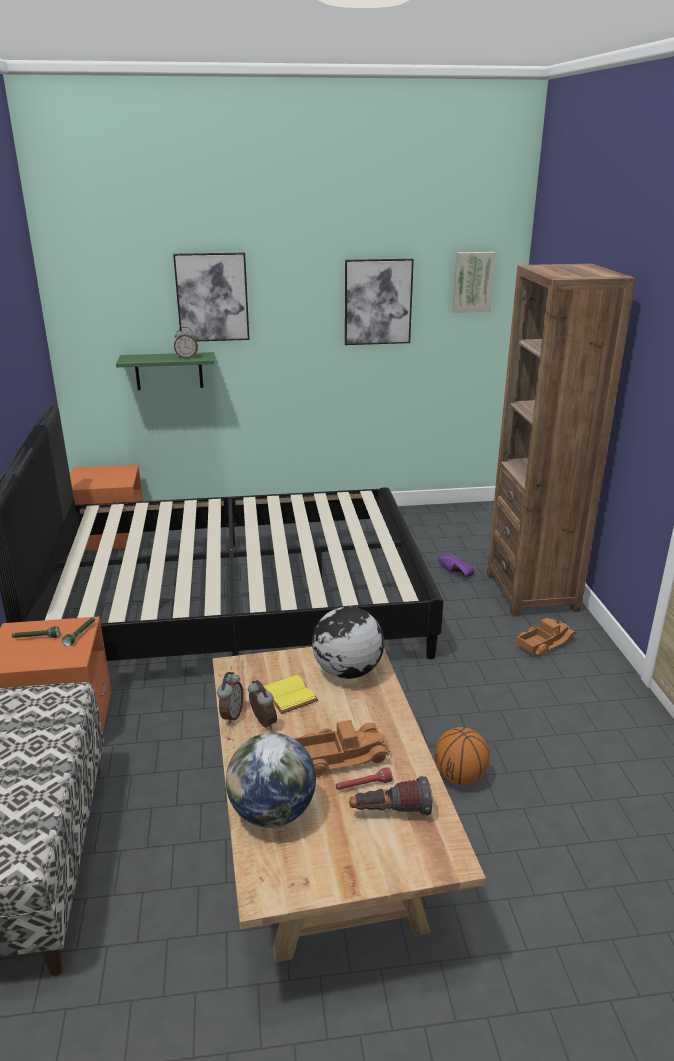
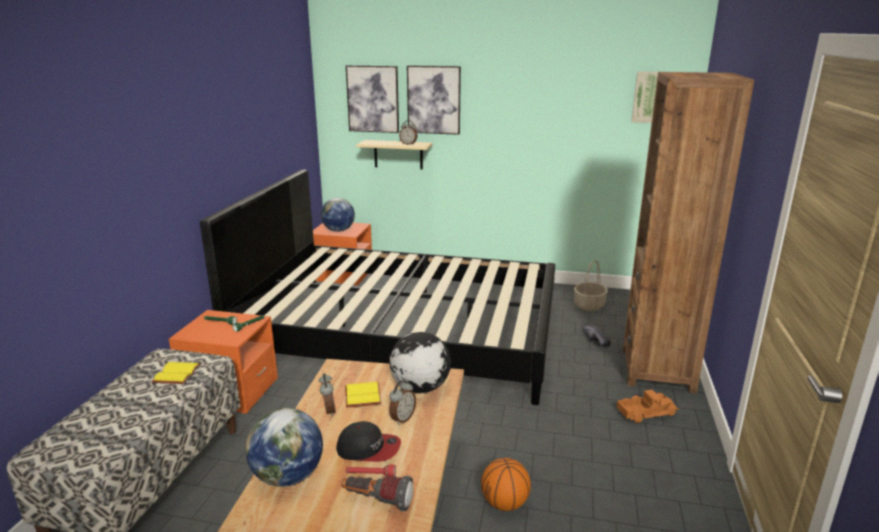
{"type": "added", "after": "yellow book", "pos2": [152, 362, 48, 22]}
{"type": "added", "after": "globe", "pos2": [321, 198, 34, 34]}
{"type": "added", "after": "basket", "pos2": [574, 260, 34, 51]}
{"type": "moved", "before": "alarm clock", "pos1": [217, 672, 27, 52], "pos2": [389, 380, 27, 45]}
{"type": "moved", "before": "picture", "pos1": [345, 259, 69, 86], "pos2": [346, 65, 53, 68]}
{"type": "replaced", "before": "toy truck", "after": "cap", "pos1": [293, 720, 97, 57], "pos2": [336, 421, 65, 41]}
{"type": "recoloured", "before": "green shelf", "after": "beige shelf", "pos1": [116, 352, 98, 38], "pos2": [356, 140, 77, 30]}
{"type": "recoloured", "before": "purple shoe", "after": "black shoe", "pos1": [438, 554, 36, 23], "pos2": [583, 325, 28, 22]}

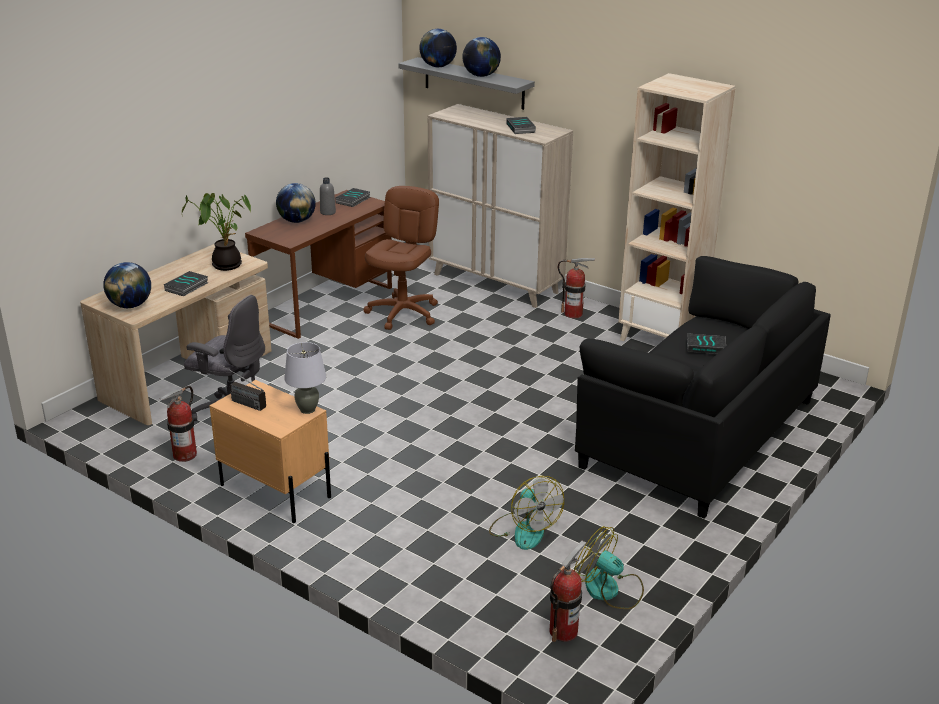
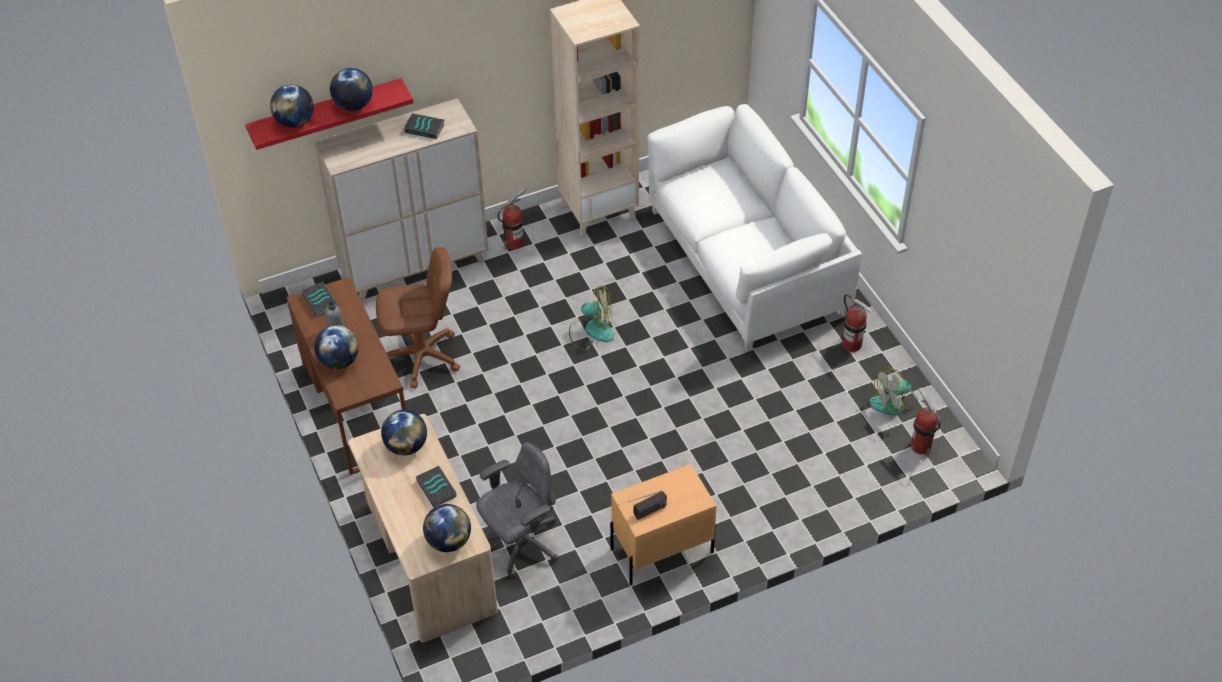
{"type": "removed", "before": "grey table lamp", "pos1": [284, 342, 42, 72]}
{"type": "removed", "before": "book", "pos1": [687, 333, 39, 21]}
{"type": "moved", "before": "fire extinguisher", "pos1": [159, 386, 38, 76], "pos2": [842, 294, 31, 58]}
{"type": "moved", "before": "fan", "pos1": [489, 476, 75, 74], "pos2": [569, 285, 45, 66]}
{"type": "replaced", "before": "potted plant", "after": "globe", "pos1": [182, 193, 69, 78], "pos2": [381, 410, 46, 45]}
{"type": "recoloured", "before": "grey shelf", "after": "red shelf", "pos1": [398, 57, 137, 53], "pos2": [245, 78, 169, 72]}
{"type": "recoloured", "before": "black sofa", "after": "white sofa", "pos1": [575, 256, 256, 263], "pos2": [647, 104, 215, 248]}
{"type": "turned", "before": "brown office chair", "pos1": [363, 186, 76, 144], "pos2": [376, 247, 84, 141], "turn": 120}

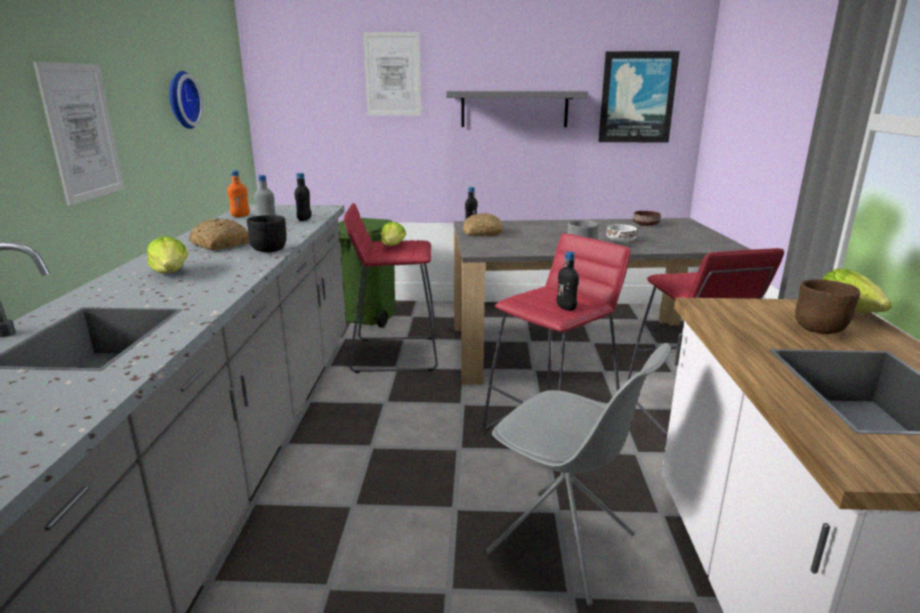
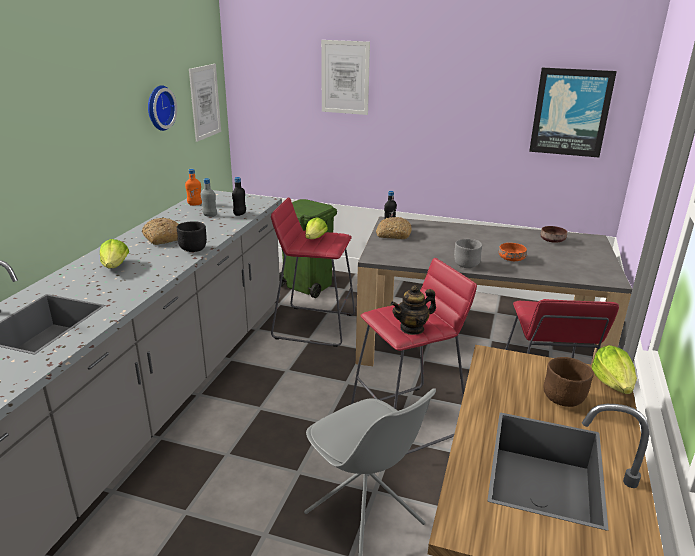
{"type": "removed", "before": "grey shelf", "pos1": [446, 91, 142, 36]}
{"type": "moved", "before": "picture", "pos1": [33, 62, 91, 143], "pos2": [189, 64, 32, 78]}
{"type": "replaced", "before": "black bottle", "after": "teapot", "pos1": [557, 252, 22, 59], "pos2": [391, 285, 45, 50]}
{"type": "recoloured", "before": "white bowl", "after": "orange bowl", "pos1": [607, 224, 30, 18], "pos2": [499, 243, 28, 18]}

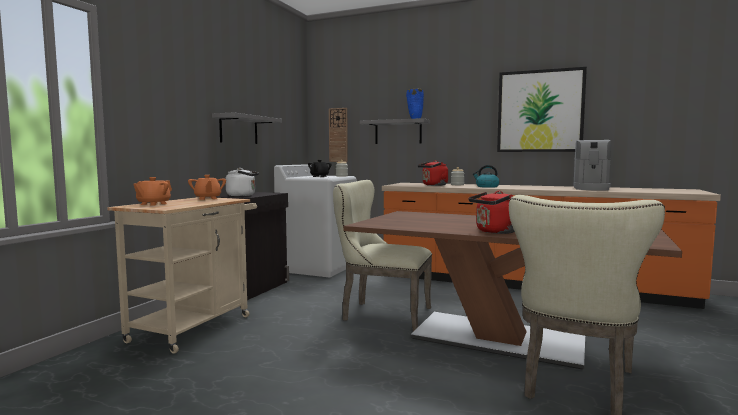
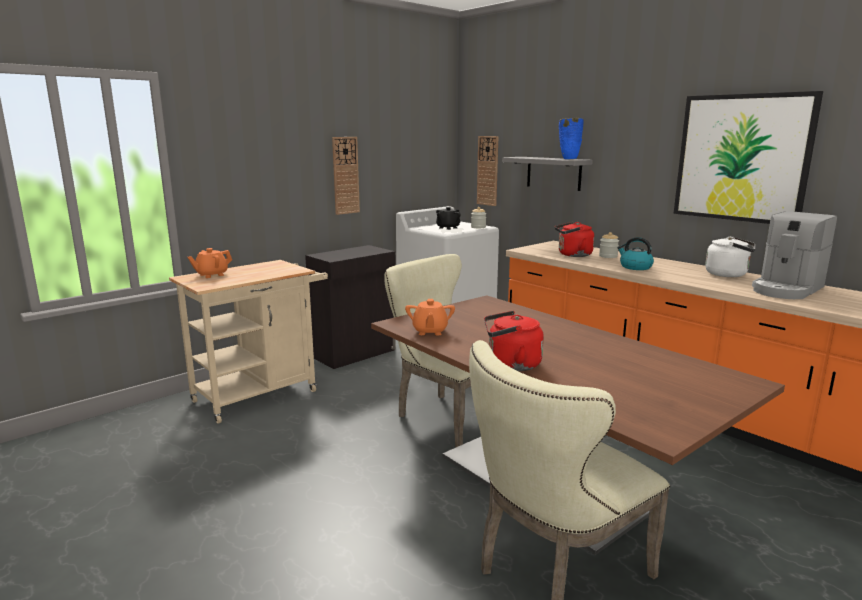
{"type": "moved", "before": "orange teapot", "pos1": [188, 175, 38, 25], "pos2": [405, 299, 50, 36]}
{"type": "moved", "before": "white kettle", "pos1": [226, 168, 33, 28], "pos2": [705, 236, 50, 41]}
{"type": "replaced", "before": "grey shelf", "after": "wall clock", "pos1": [212, 112, 70, 32], "pos2": [332, 137, 28, 78]}

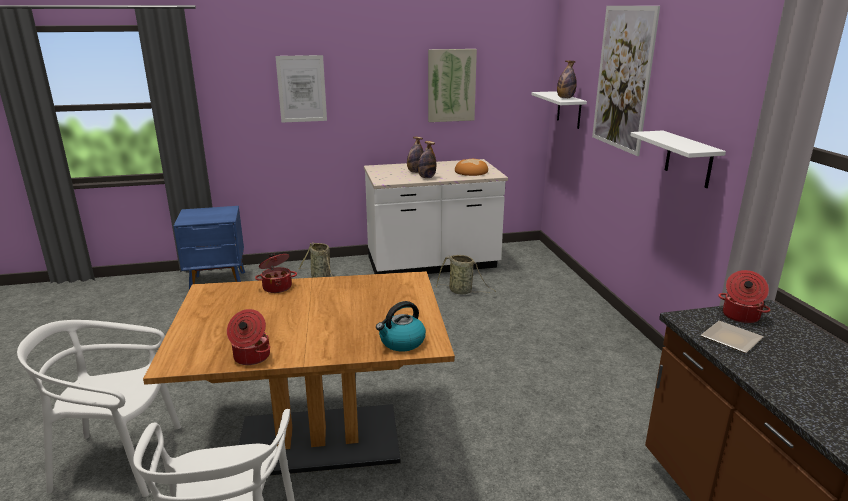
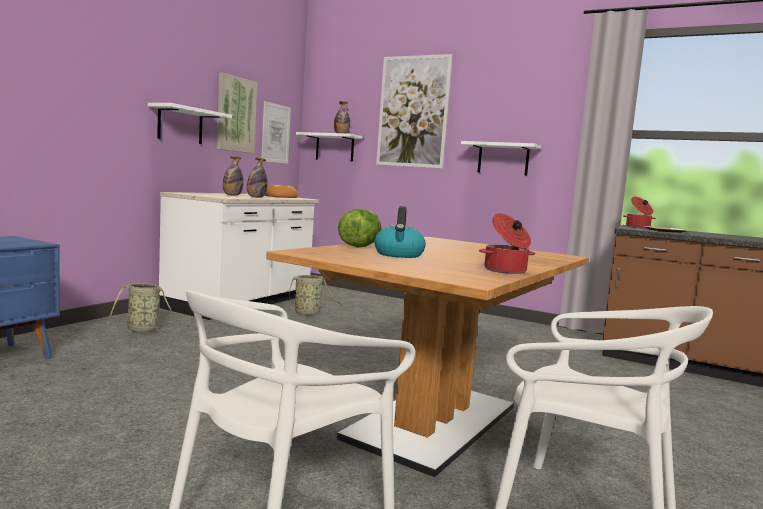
{"type": "added", "after": "white shelf", "pos2": [148, 103, 84, 41]}
{"type": "moved", "before": "picture", "pos1": [275, 55, 52, 68], "pos2": [261, 101, 30, 63]}
{"type": "moved", "before": "kettle", "pos1": [376, 301, 50, 50], "pos2": [374, 206, 52, 52]}
{"type": "replaced", "before": "cooking pot", "after": "lettuce", "pos1": [255, 253, 42, 40], "pos2": [338, 208, 43, 40]}

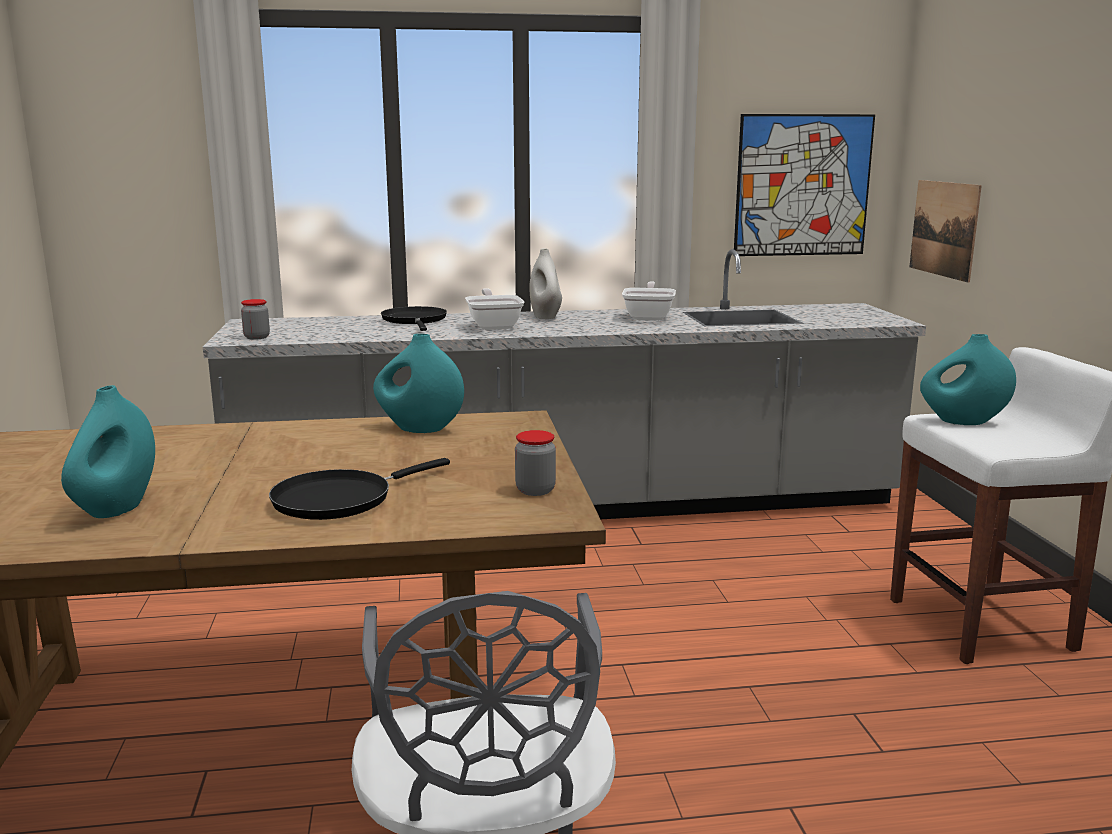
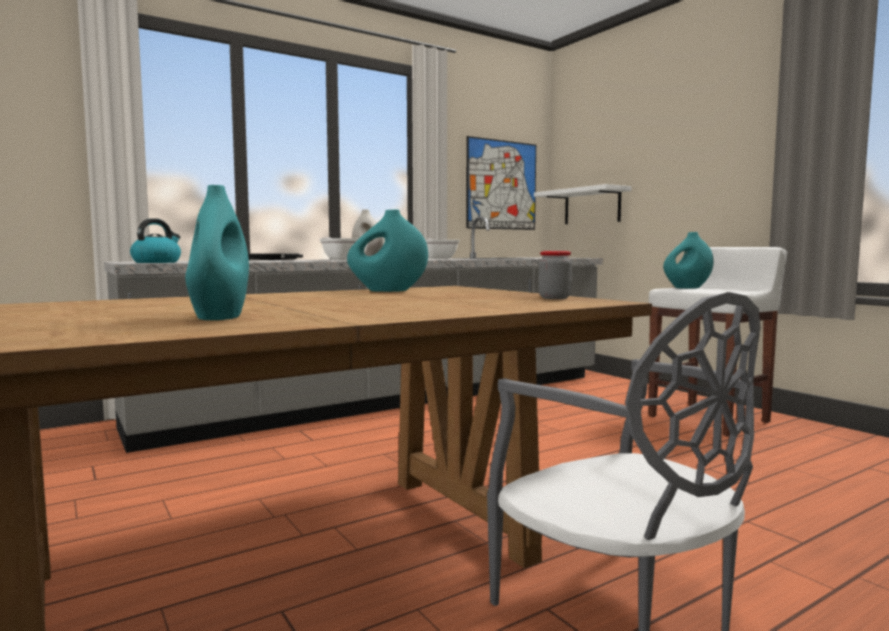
{"type": "removed", "before": "black frying pan", "pos1": [269, 458, 181, 62]}
{"type": "replaced", "before": "jar", "after": "kettle", "pos1": [241, 299, 29, 41], "pos2": [130, 218, 51, 45]}
{"type": "replaced", "before": "picture", "after": "white shelf", "pos1": [909, 180, 73, 103], "pos2": [534, 184, 98, 40]}

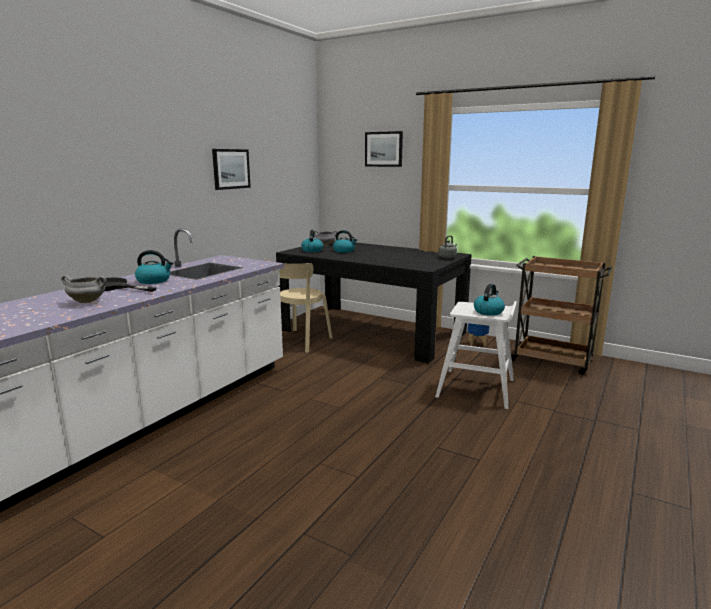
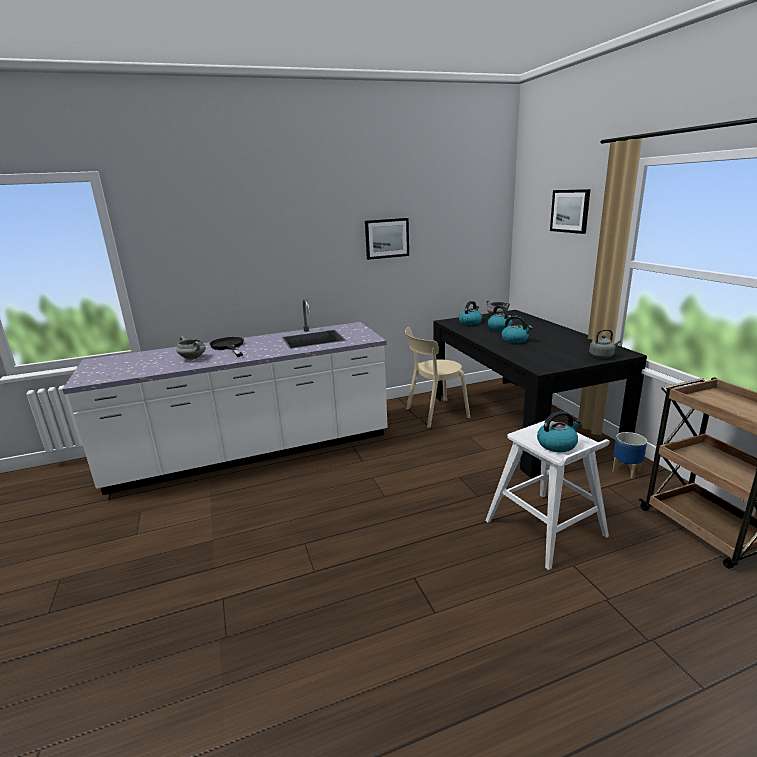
{"type": "moved", "before": "kettle", "pos1": [135, 250, 38, 34], "pos2": [502, 316, 31, 27]}

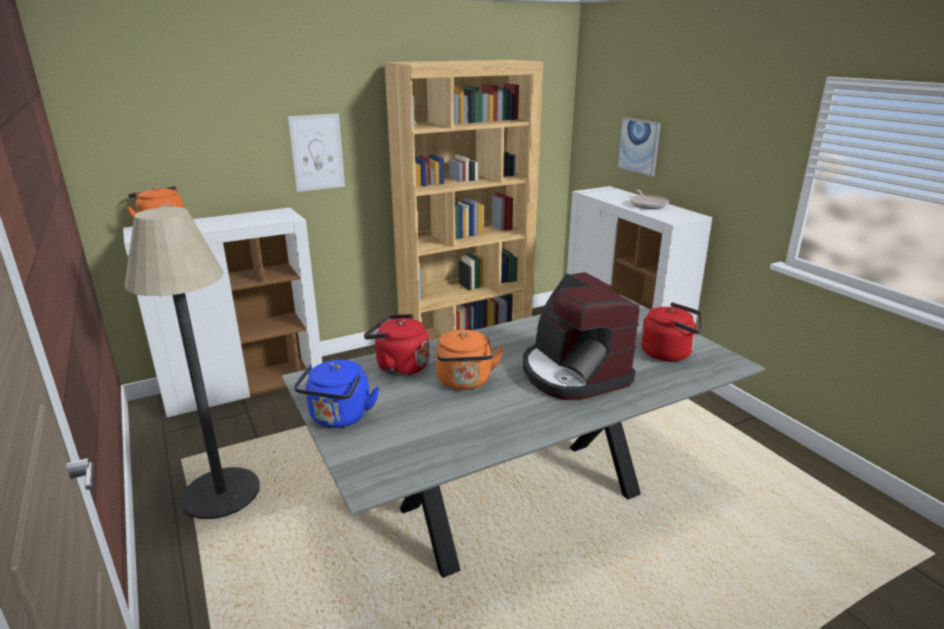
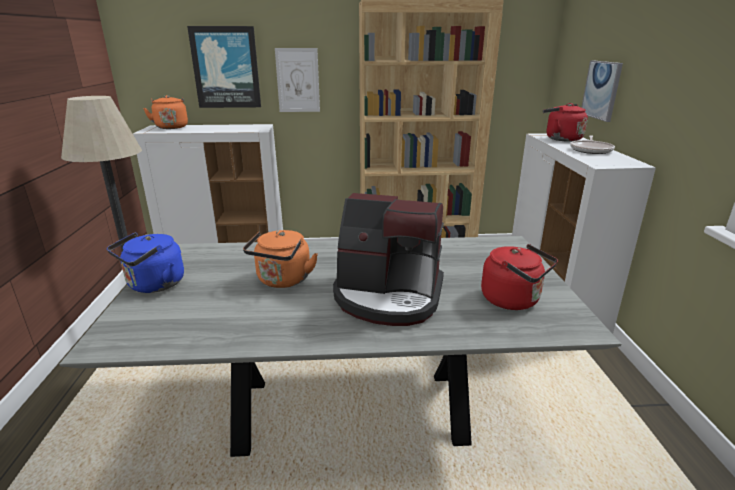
{"type": "added", "after": "picture", "pos2": [187, 26, 74, 82]}
{"type": "moved", "before": "red kettle", "pos1": [364, 314, 65, 62], "pos2": [543, 103, 45, 39]}
{"type": "turned", "before": "coffee machine", "pos1": [523, 272, 116, 128], "pos2": [333, 193, 111, 133], "turn": -75}

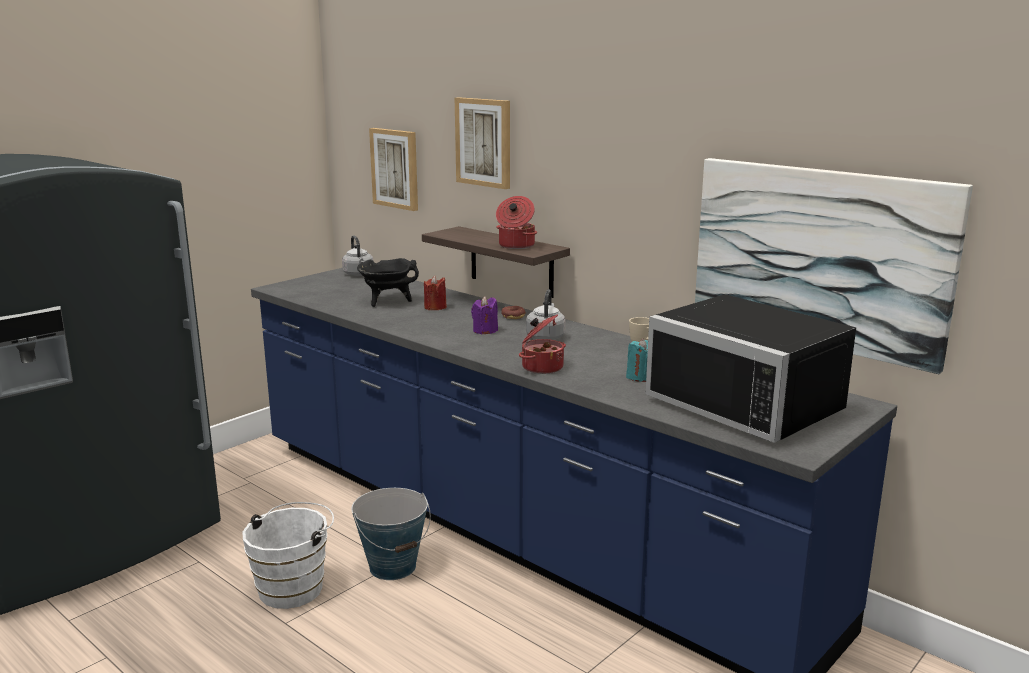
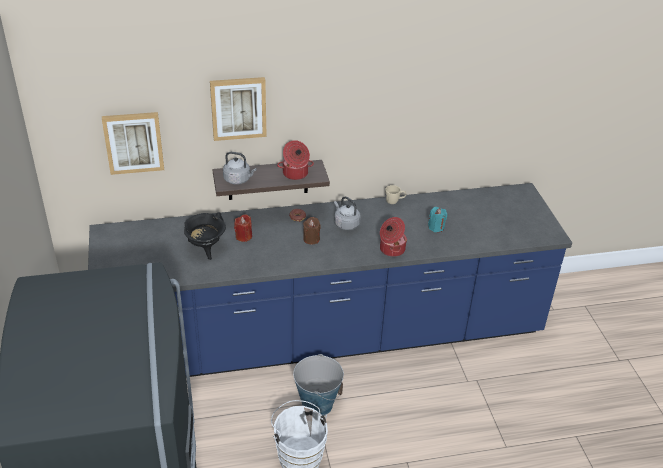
{"type": "removed", "before": "black microwave", "pos1": [646, 294, 210, 149]}
{"type": "removed", "before": "picture", "pos1": [695, 158, 278, 216]}
{"type": "moved", "before": "grey kettle", "pos1": [342, 235, 32, 41], "pos2": [223, 152, 33, 33]}
{"type": "recoloured", "before": "purple candle", "after": "brown candle", "pos1": [471, 296, 27, 38], "pos2": [303, 217, 18, 27]}

